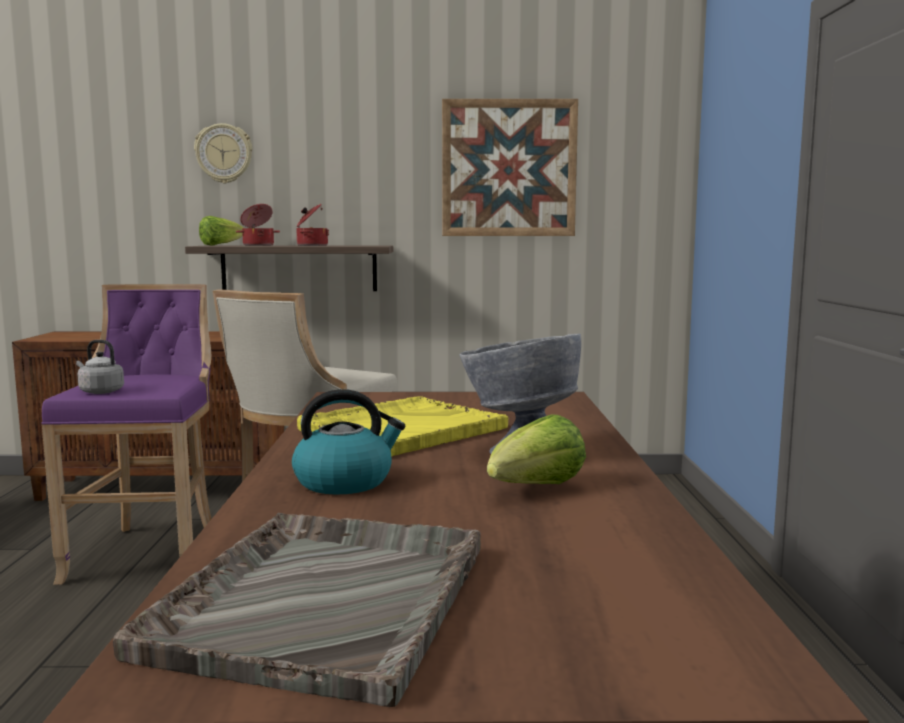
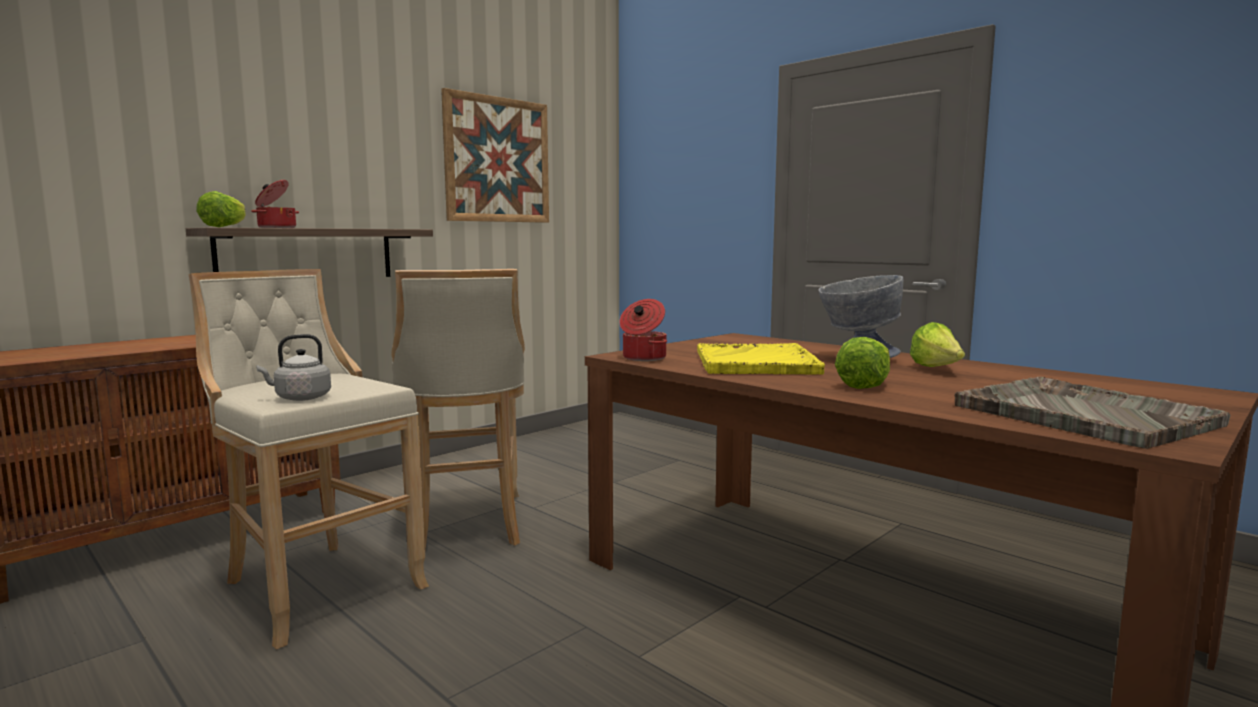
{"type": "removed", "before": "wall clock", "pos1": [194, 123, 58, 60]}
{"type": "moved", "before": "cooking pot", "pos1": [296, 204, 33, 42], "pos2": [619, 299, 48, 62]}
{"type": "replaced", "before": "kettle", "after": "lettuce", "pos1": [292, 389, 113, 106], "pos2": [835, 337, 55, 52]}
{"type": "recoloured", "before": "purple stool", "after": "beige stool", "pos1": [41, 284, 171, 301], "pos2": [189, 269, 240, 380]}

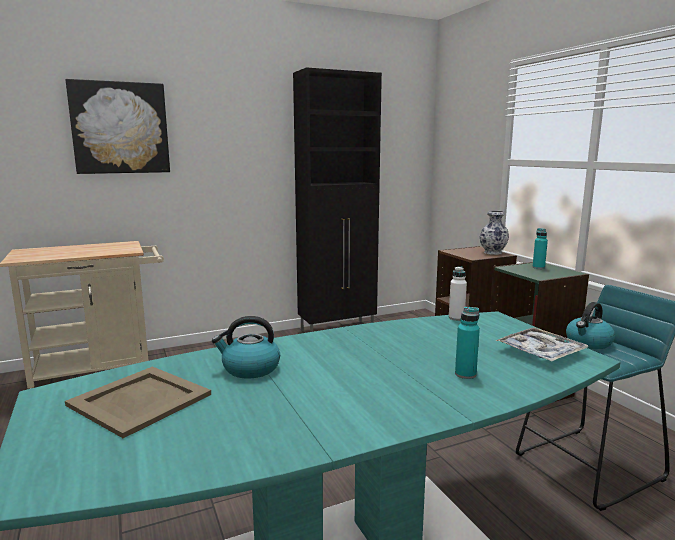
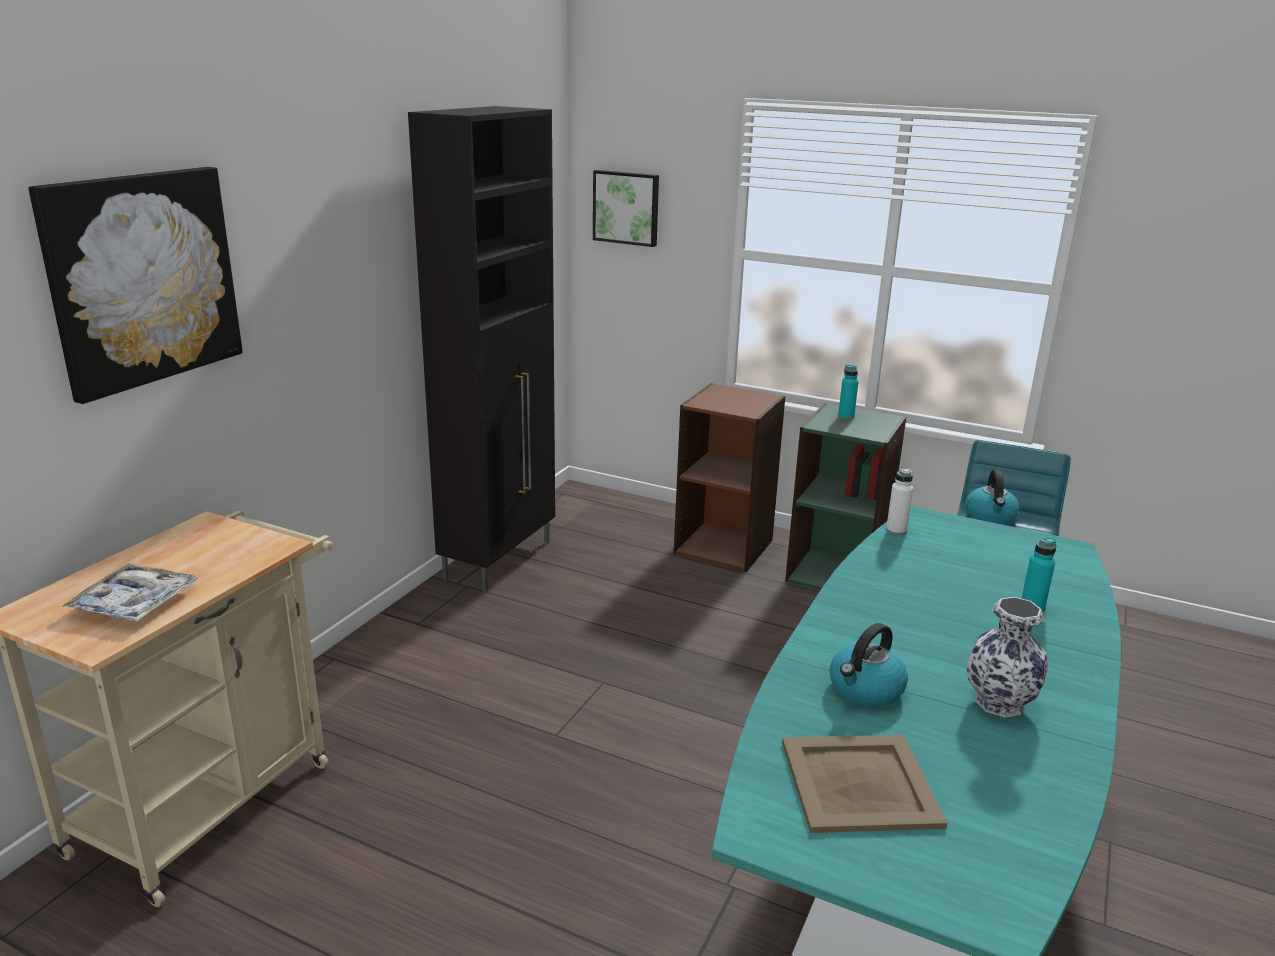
{"type": "added", "after": "picture", "pos2": [593, 170, 66, 77]}
{"type": "moved", "before": "vase", "pos1": [480, 210, 29, 45], "pos2": [967, 597, 81, 121]}
{"type": "moved", "before": "tray", "pos1": [496, 327, 93, 35], "pos2": [61, 563, 137, 58]}

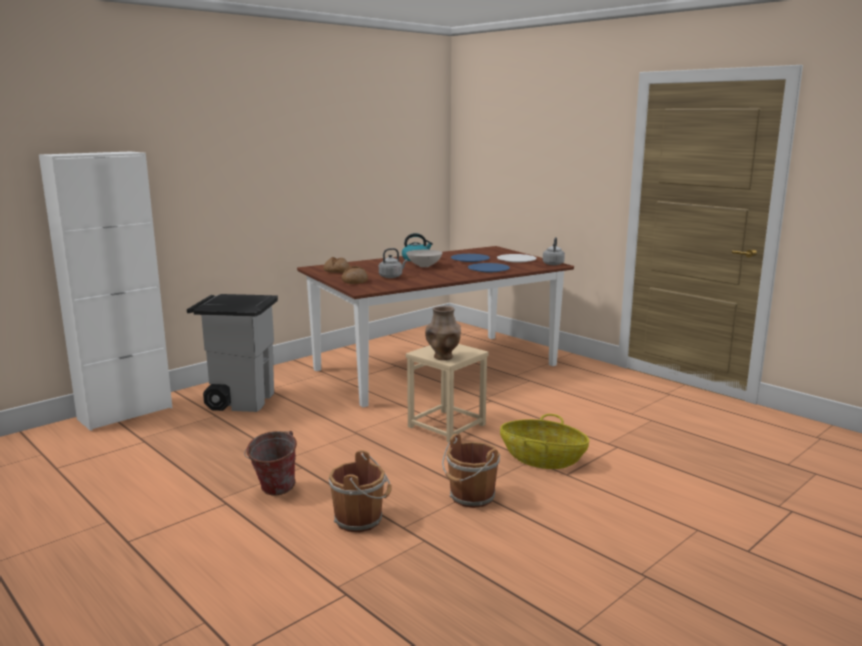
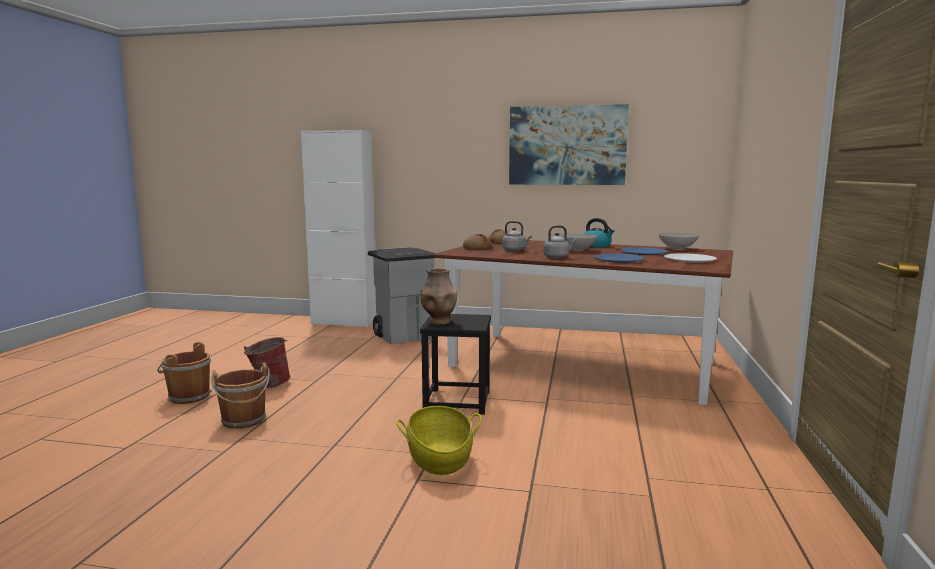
{"type": "added", "after": "picture", "pos2": [509, 104, 120, 81]}
{"type": "added", "after": "white bowl", "pos2": [658, 233, 41, 17]}
{"type": "moved", "before": "brown bucket", "pos1": [442, 434, 58, 74], "pos2": [158, 342, 54, 62]}
{"type": "moved", "before": "grey kettle", "pos1": [543, 237, 22, 28], "pos2": [543, 226, 33, 33]}
{"type": "recoloured", "before": "beige stool", "after": "black stool", "pos1": [406, 344, 83, 98], "pos2": [420, 314, 71, 101]}

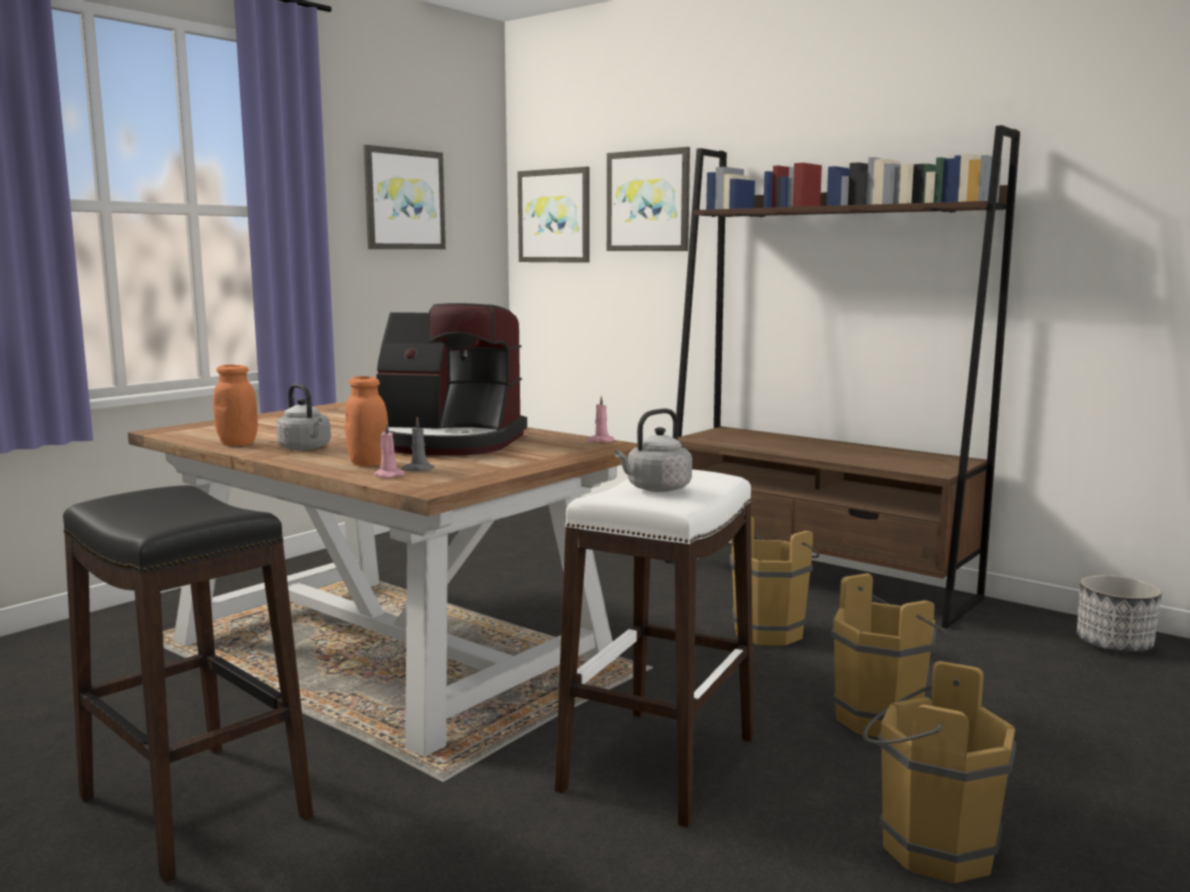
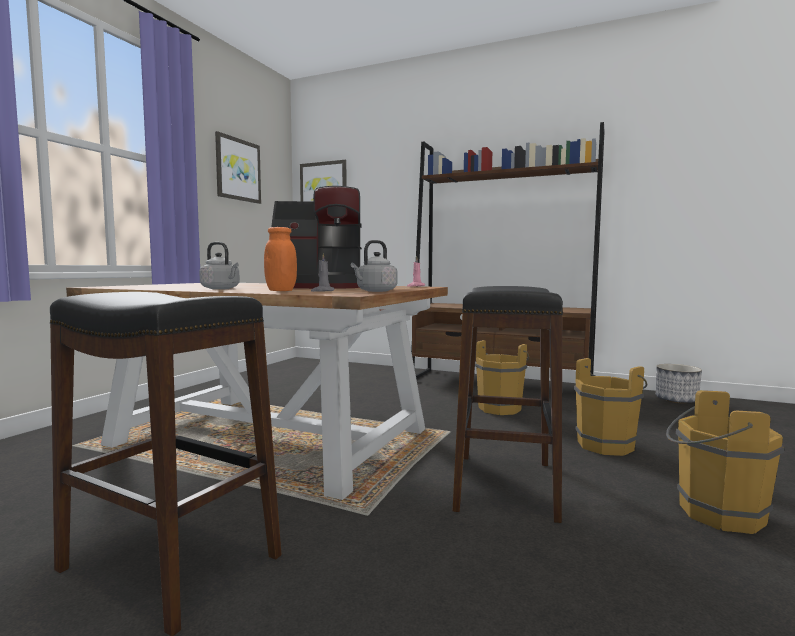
{"type": "removed", "before": "orange jar", "pos1": [213, 364, 45, 82]}
{"type": "removed", "before": "pink candle", "pos1": [374, 422, 30, 56]}
{"type": "removed", "before": "picture", "pos1": [607, 147, 83, 104]}
{"type": "moved", "before": "grey kettle", "pos1": [614, 409, 78, 83], "pos2": [351, 240, 47, 52]}
{"type": "recoloured", "before": "white stool", "after": "black stool", "pos1": [555, 469, 199, 359], "pos2": [452, 286, 111, 237]}

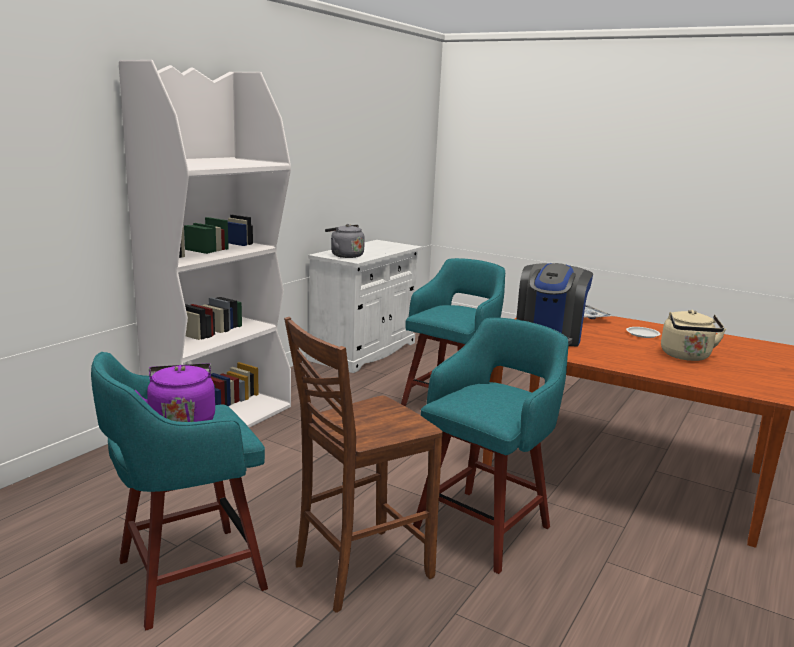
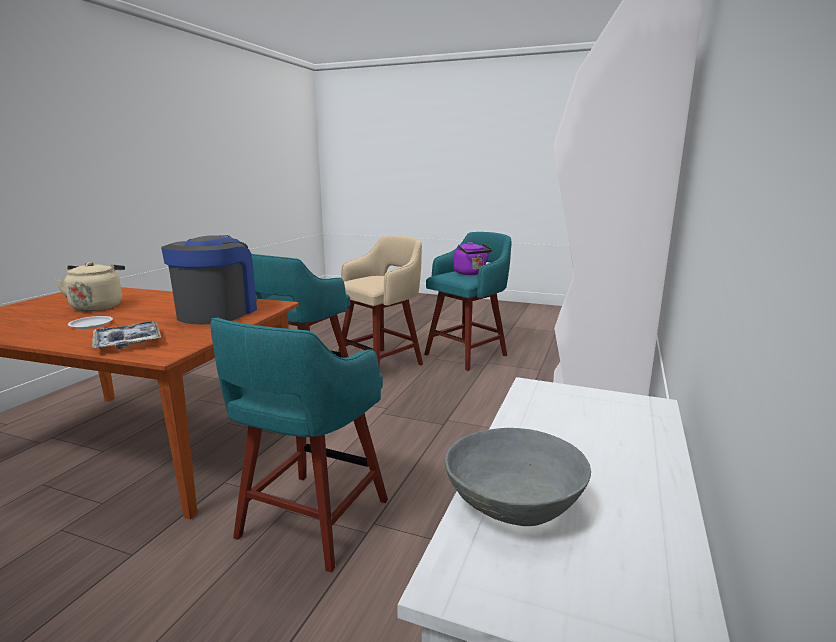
{"type": "removed", "before": "grey kettle", "pos1": [325, 224, 40, 34]}
{"type": "added", "after": "grey bowl", "pos2": [445, 428, 146, 98]}
{"type": "replaced", "before": "brown chair", "after": "beige stool", "pos1": [284, 317, 159, 296], "pos2": [338, 235, 85, 137]}

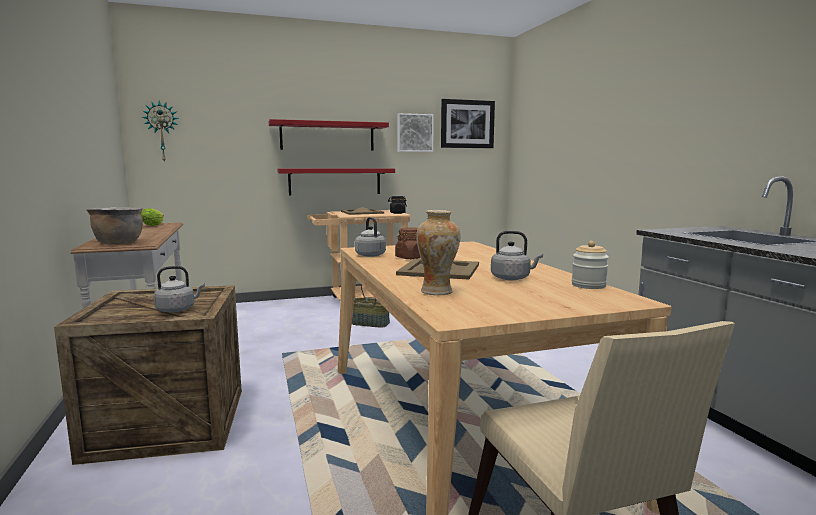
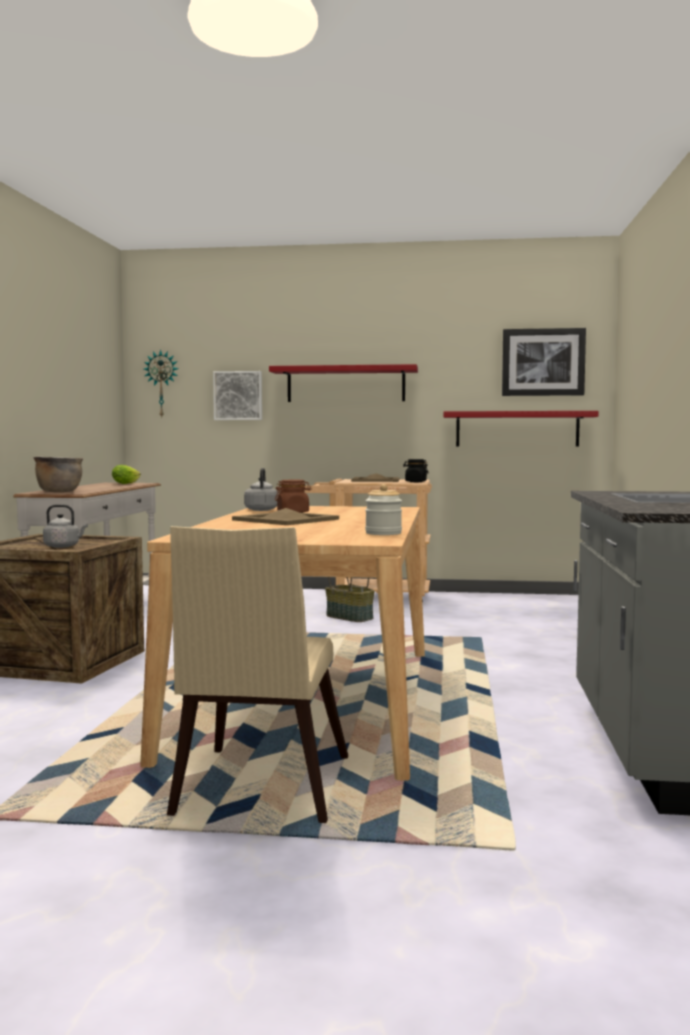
{"type": "removed", "before": "vase", "pos1": [416, 210, 44, 85]}
{"type": "removed", "before": "grey kettle", "pos1": [491, 231, 52, 49]}
{"type": "moved", "before": "red shelf", "pos1": [278, 168, 117, 28], "pos2": [444, 411, 155, 36]}
{"type": "moved", "before": "picture", "pos1": [397, 113, 37, 39], "pos2": [213, 371, 49, 49]}

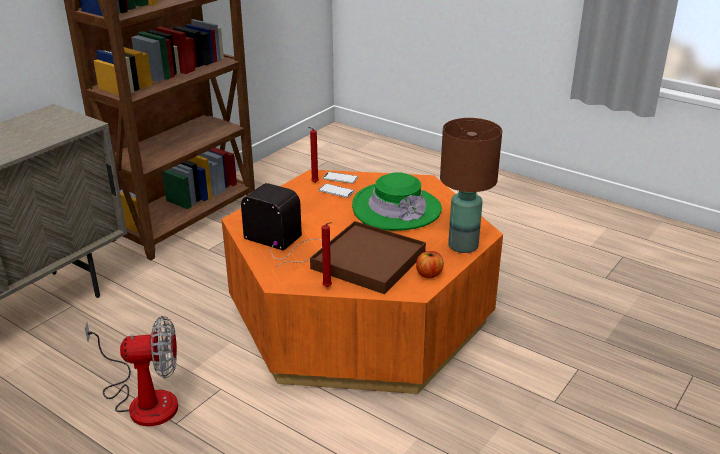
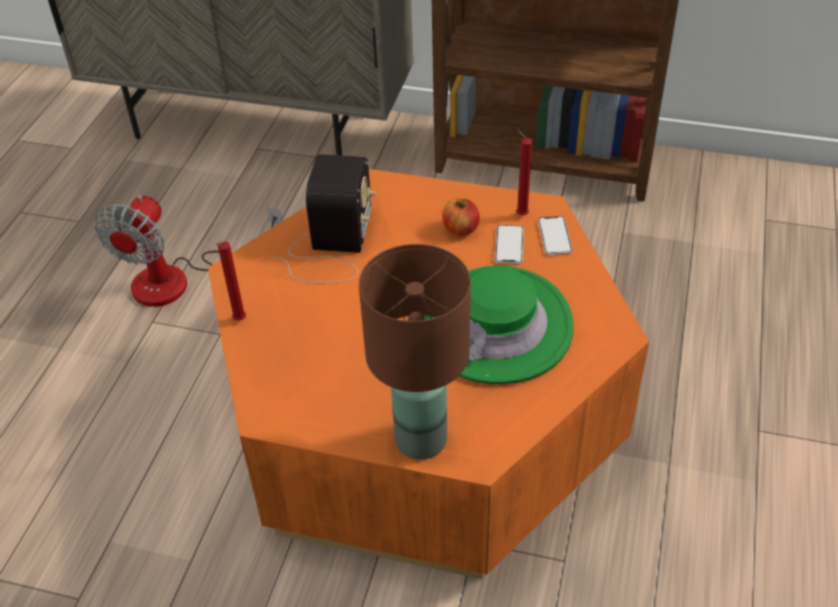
{"type": "removed", "before": "brown tray", "pos1": [310, 221, 116, 73]}
{"type": "moved", "before": "apple", "pos1": [416, 251, 28, 27], "pos2": [442, 198, 38, 38]}
{"type": "turned", "before": "fan", "pos1": [85, 316, 93, 110], "pos2": [94, 195, 189, 112], "turn": 45}

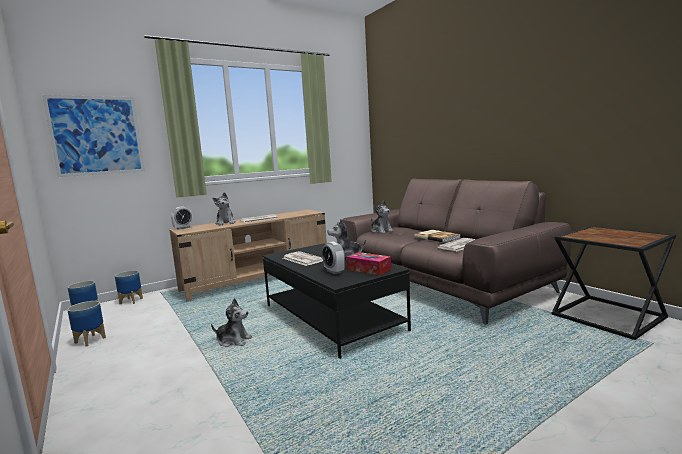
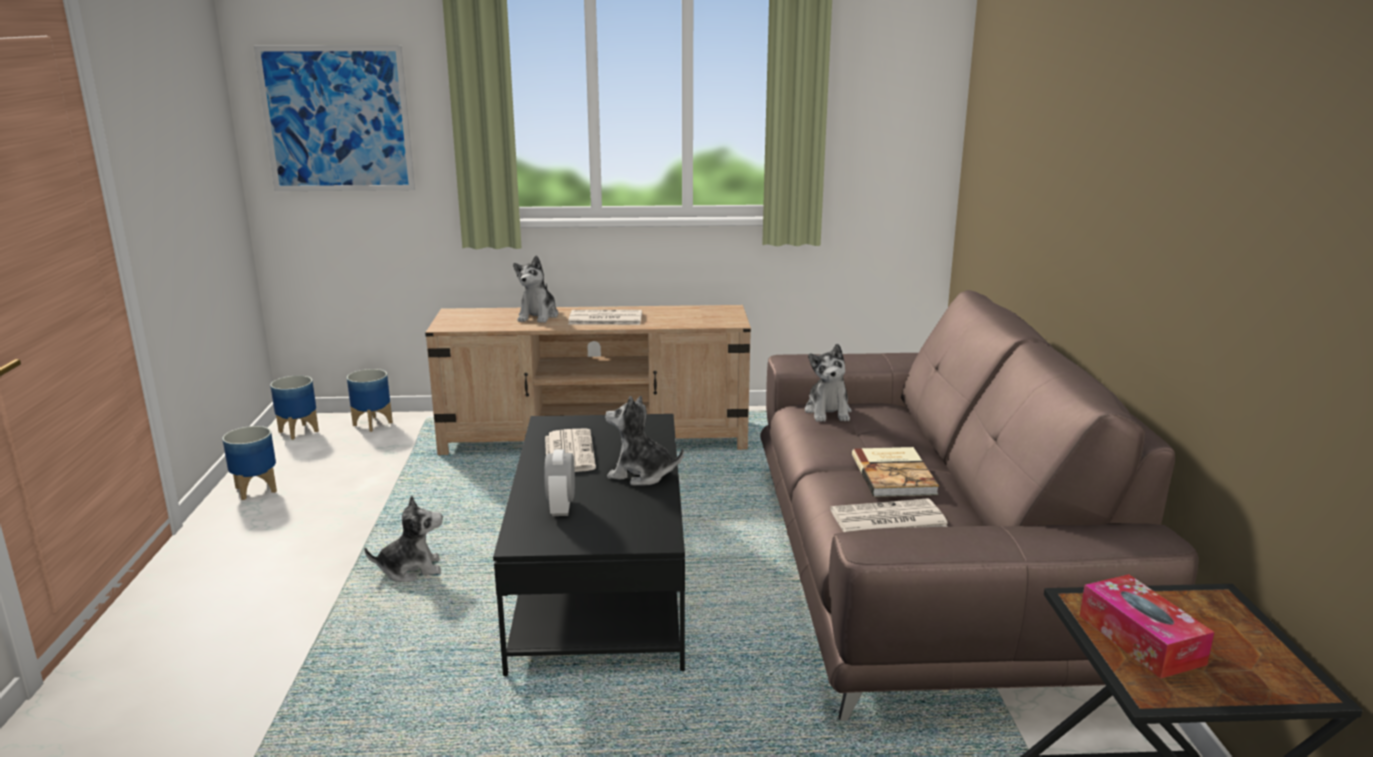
{"type": "removed", "before": "alarm clock", "pos1": [171, 207, 22, 23]}
{"type": "moved", "before": "tissue box", "pos1": [346, 252, 45, 23], "pos2": [1080, 574, 134, 105]}
{"type": "turned", "before": "plush toy", "pos1": [211, 298, 41, 49], "pos2": [364, 495, 79, 87], "turn": -60}

